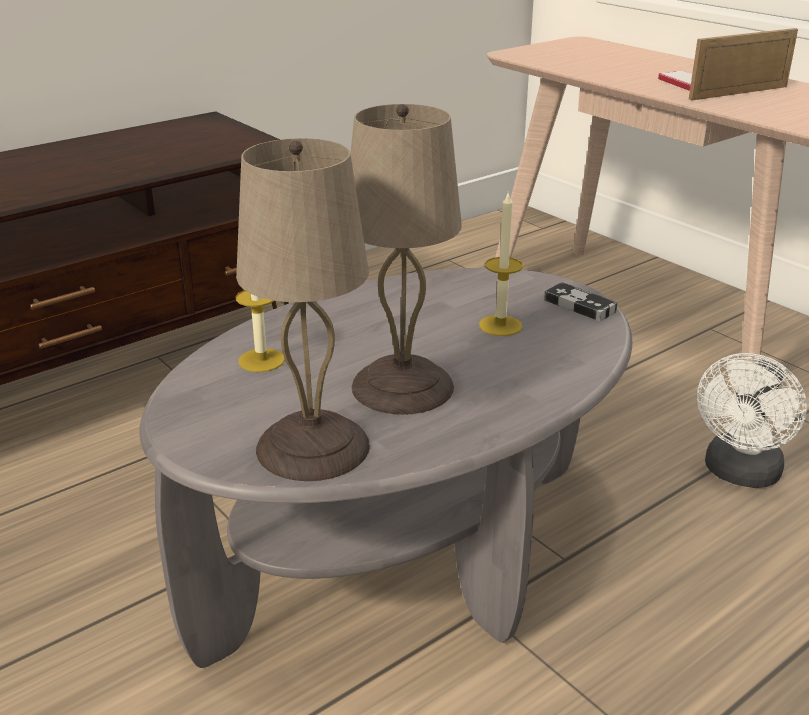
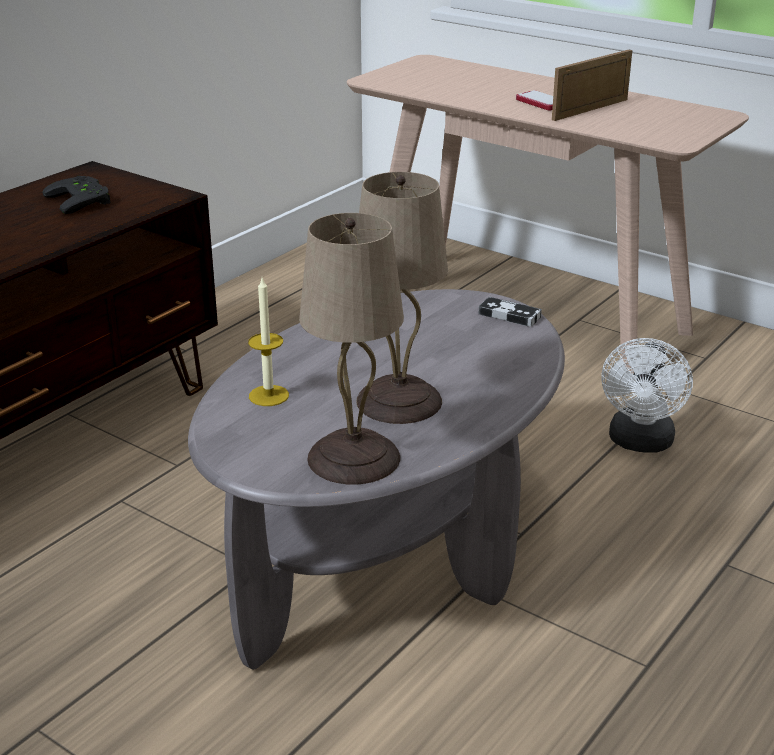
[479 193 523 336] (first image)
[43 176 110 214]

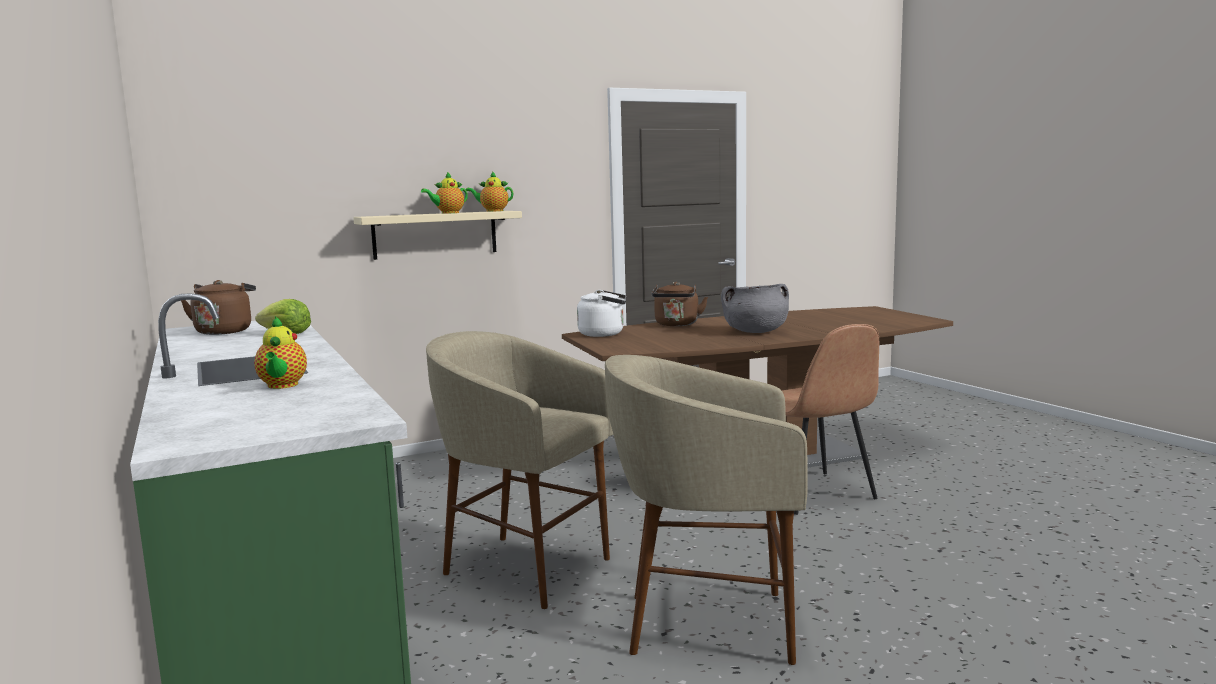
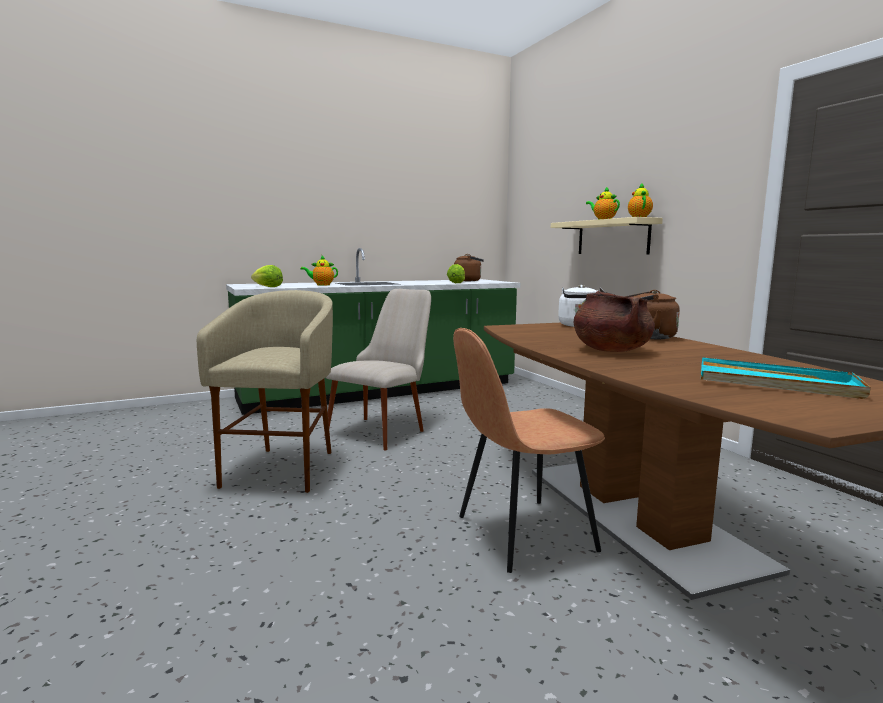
[574 291 655 352]
[324 289 431 451]
[251 265 283 287]
[701 357 871 399]

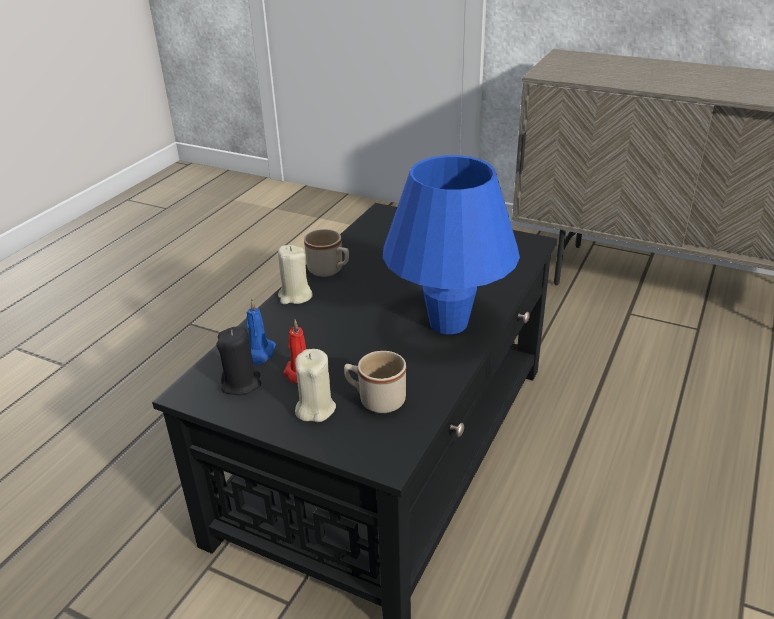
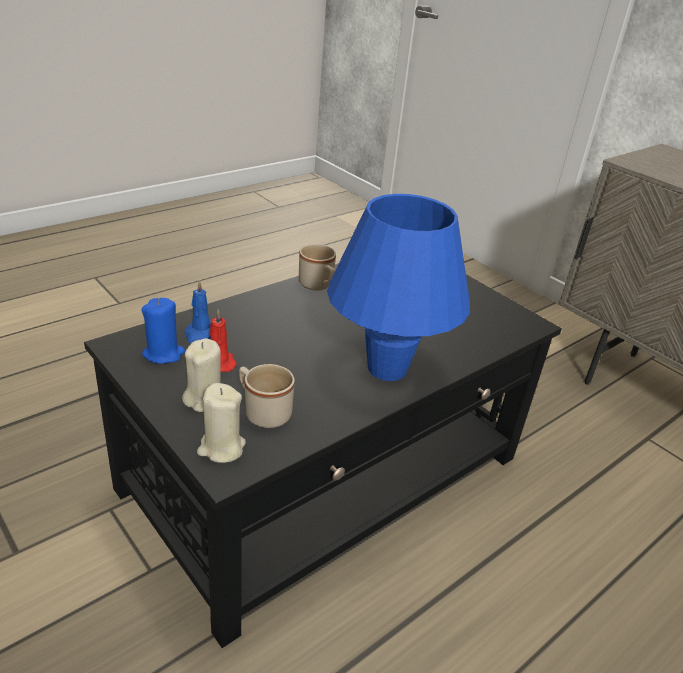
[197 383 246 463]
[142 298 185 364]

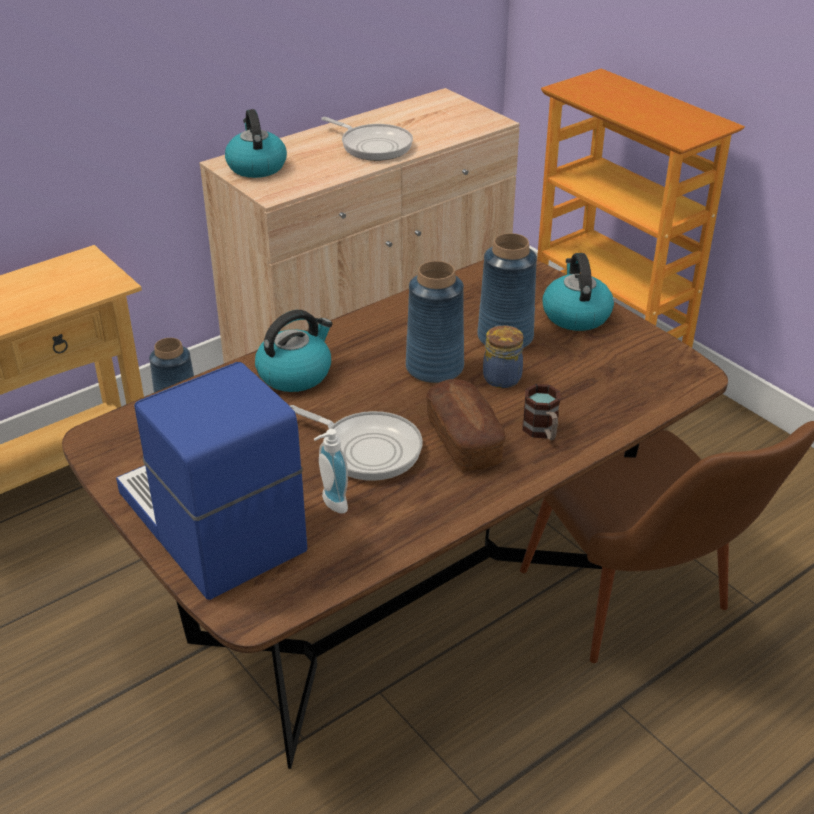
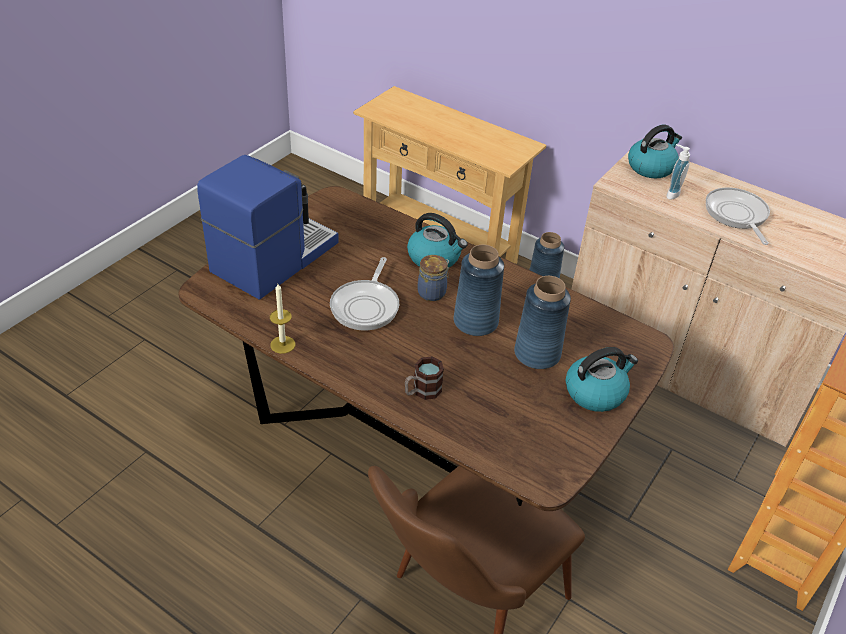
[706 188 770 245]
[418 255 450 301]
[426 379 505 471] (first image)
[666 144 690 200]
[270 284 295 354]

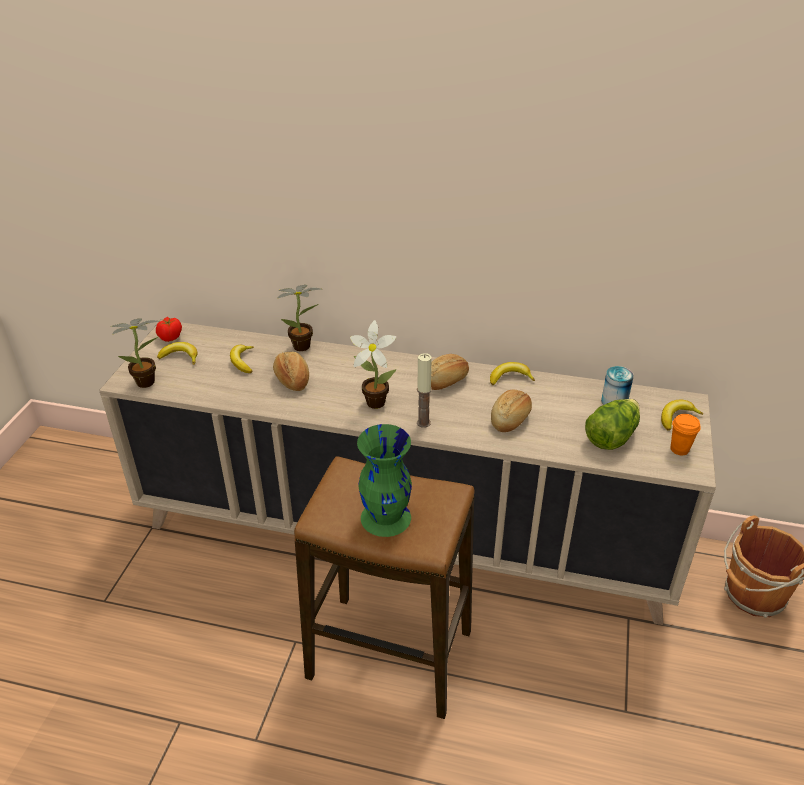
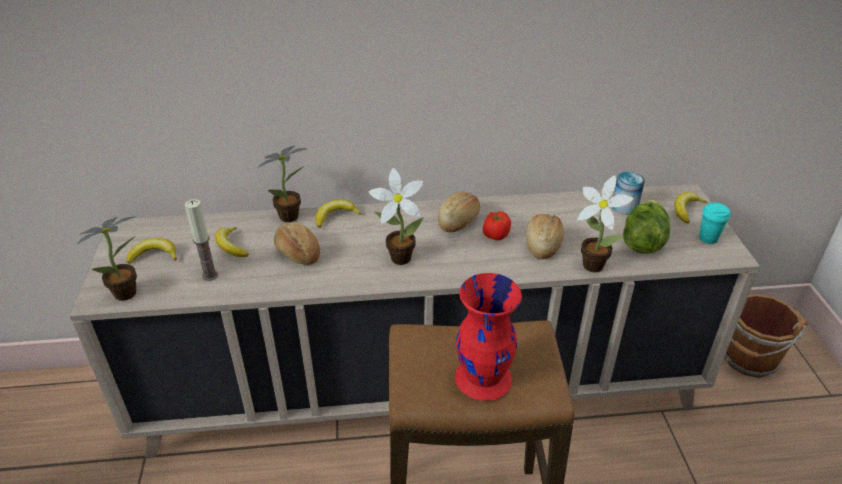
[483 211 511 241]
[185 199 218 281]
[315 200 362 228]
[699 203 730 244]
[455 273 522 401]
[577 175 634 272]

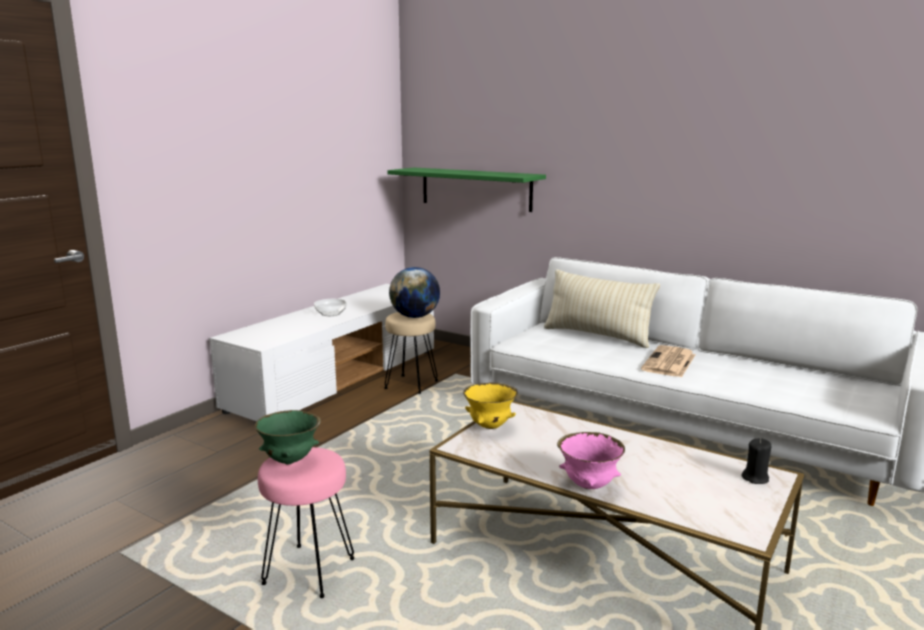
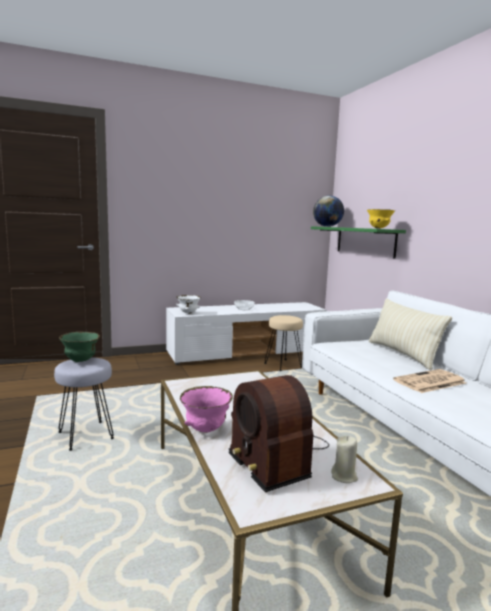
[313 196 344 227]
[367 209 395 229]
[331 436 358 483]
[54 357 114 451]
[176 295 201 314]
[228 375 329 492]

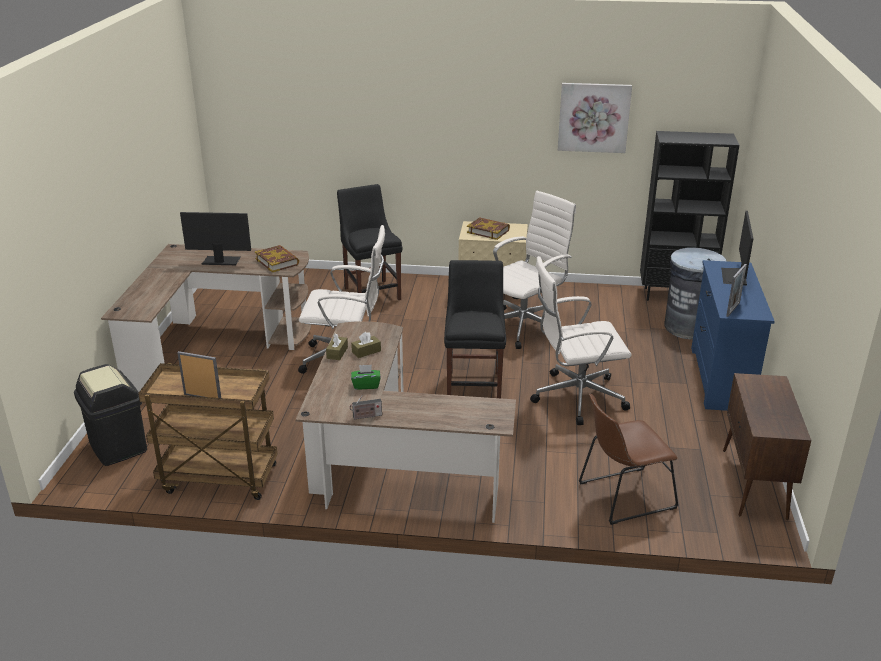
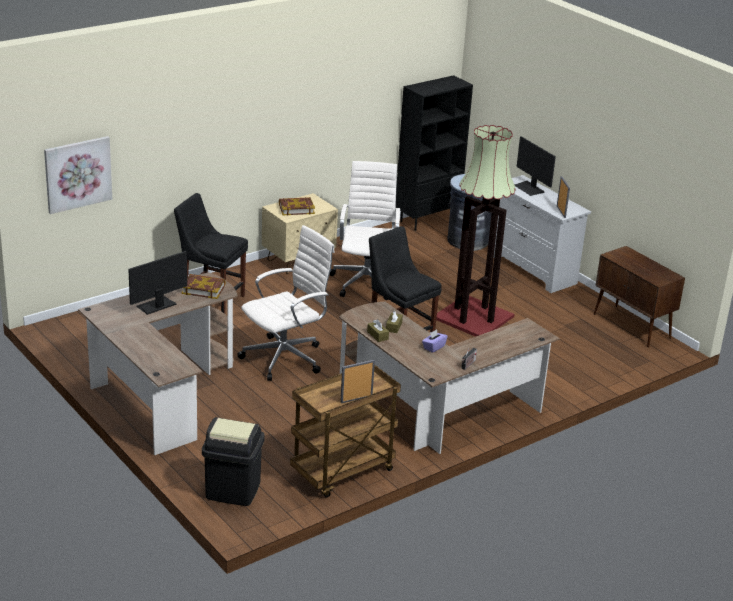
[44 136 112 214]
[436 125 516 337]
[494 175 591 293]
[422 329 448 353]
[579 393 679 525] (first image)

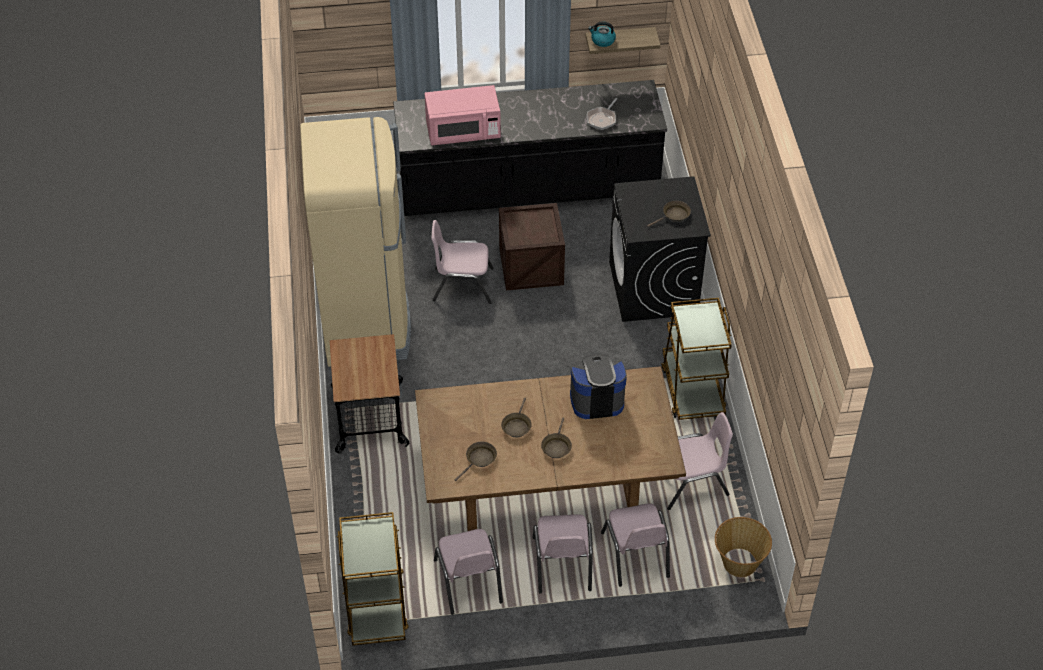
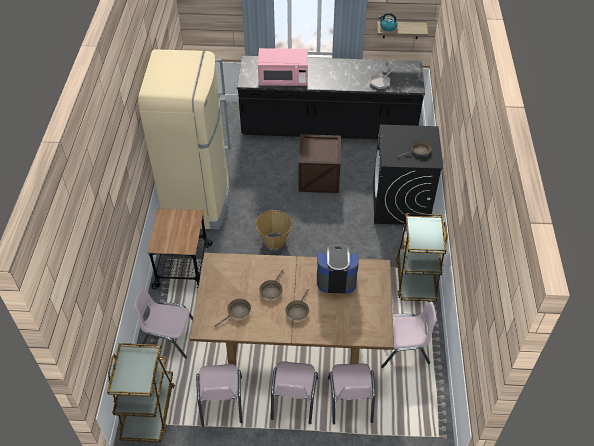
[134 288 193 359]
[255 210 292 249]

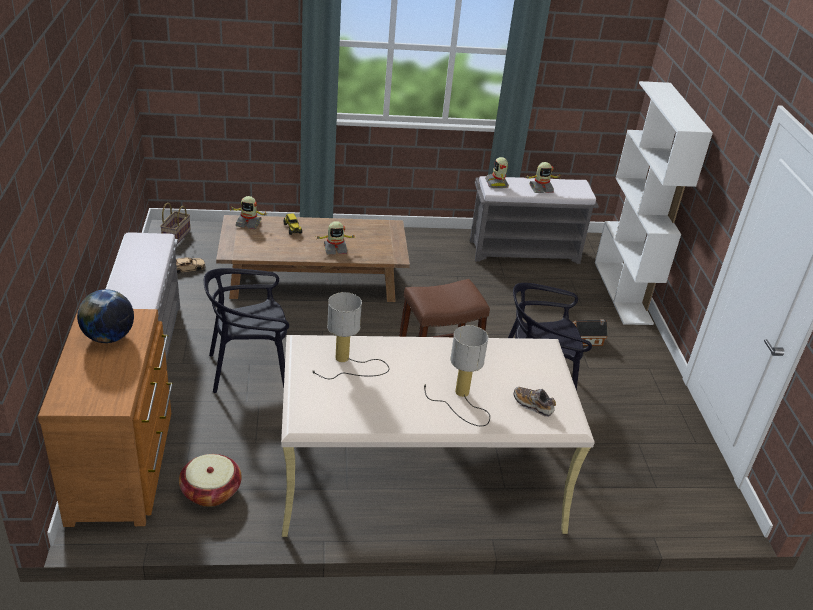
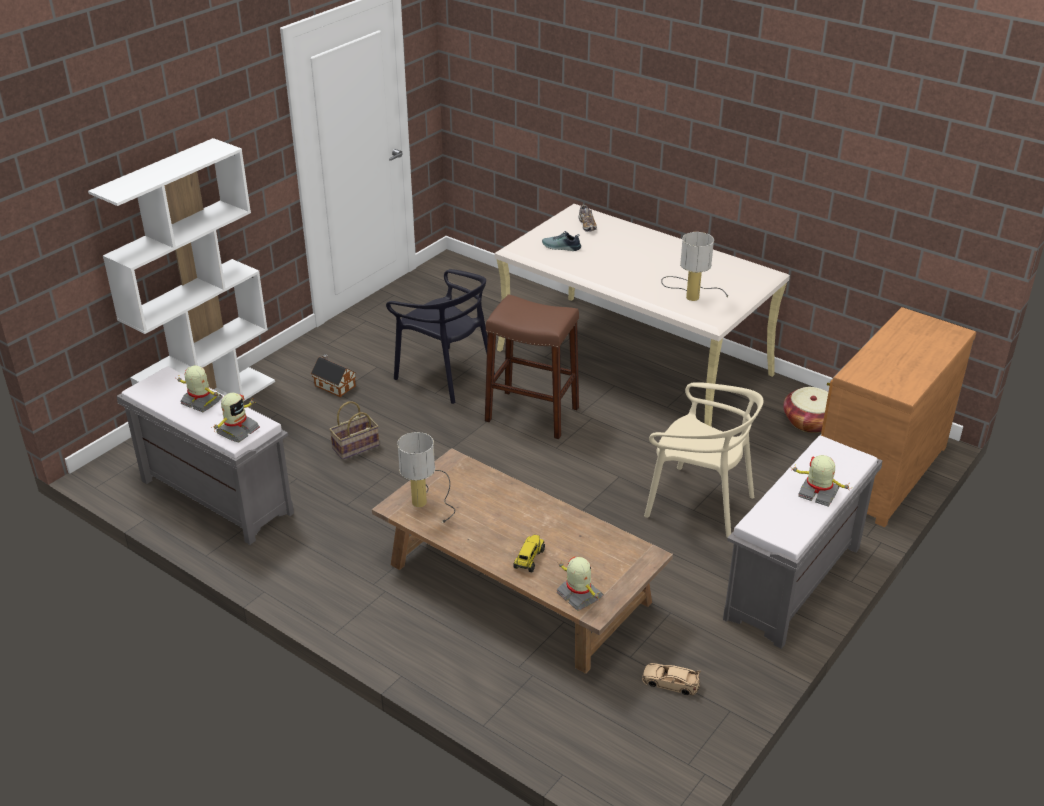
[329 401 379 459]
[791 455 851 507]
[644 382 763 538]
[77 289 134 343] (first image)
[397 432 455 523]
[542 231 581 251]

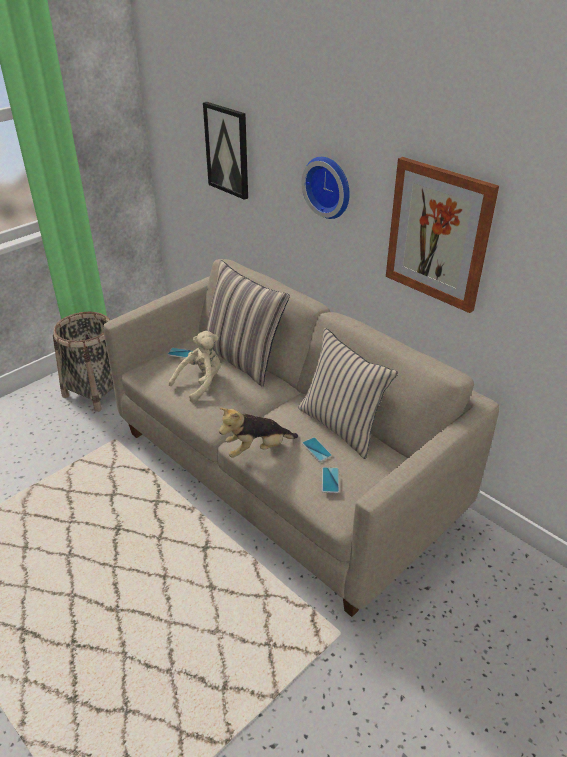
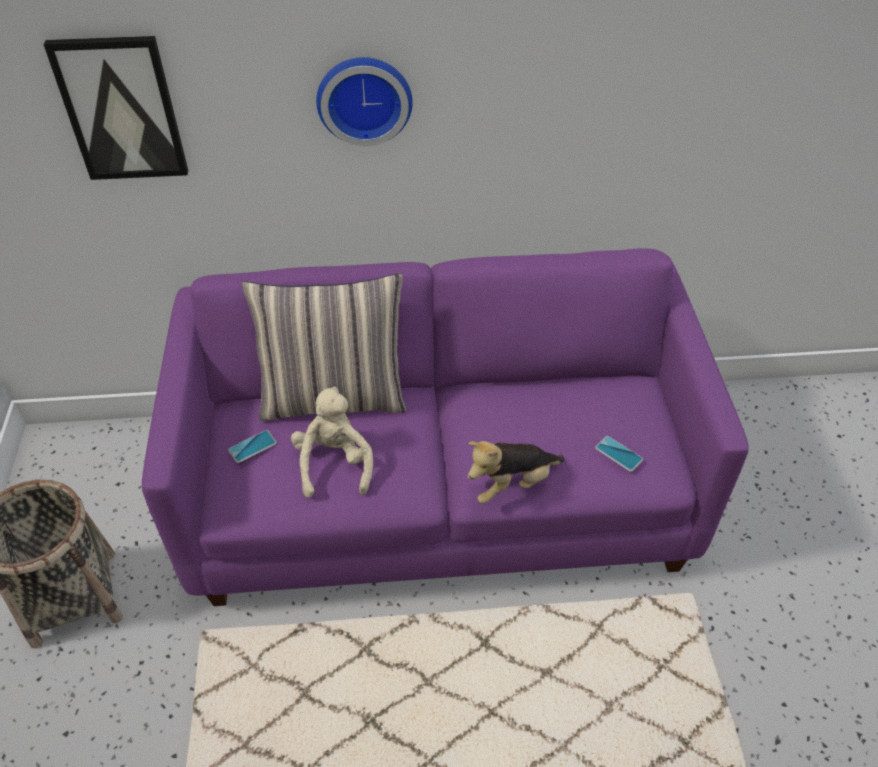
[386 157 499 313] (first image)
[142 248 749 606]
[298 328 398 459] (first image)
[468 441 564 504]
[302 437 332 462] (first image)

